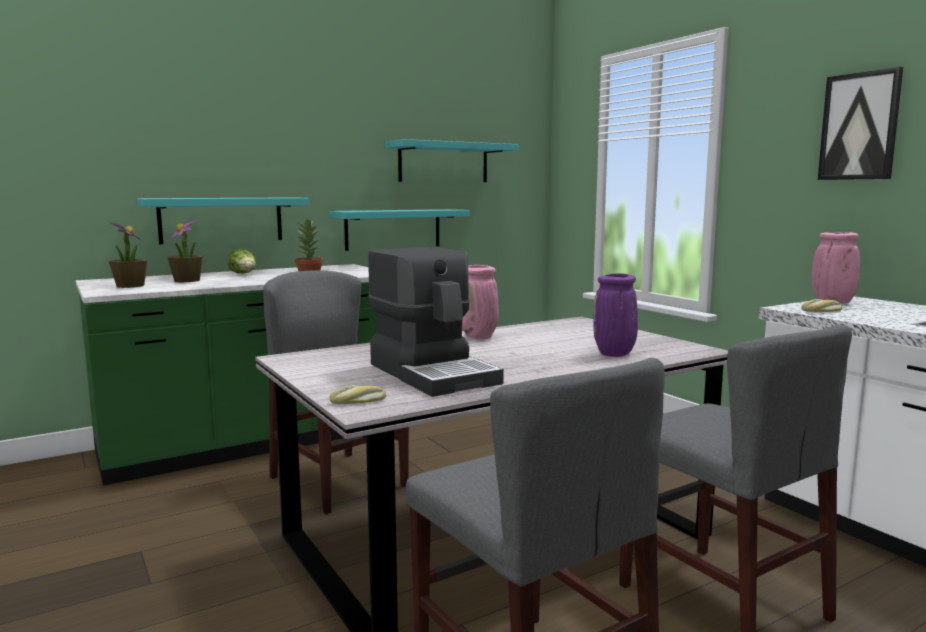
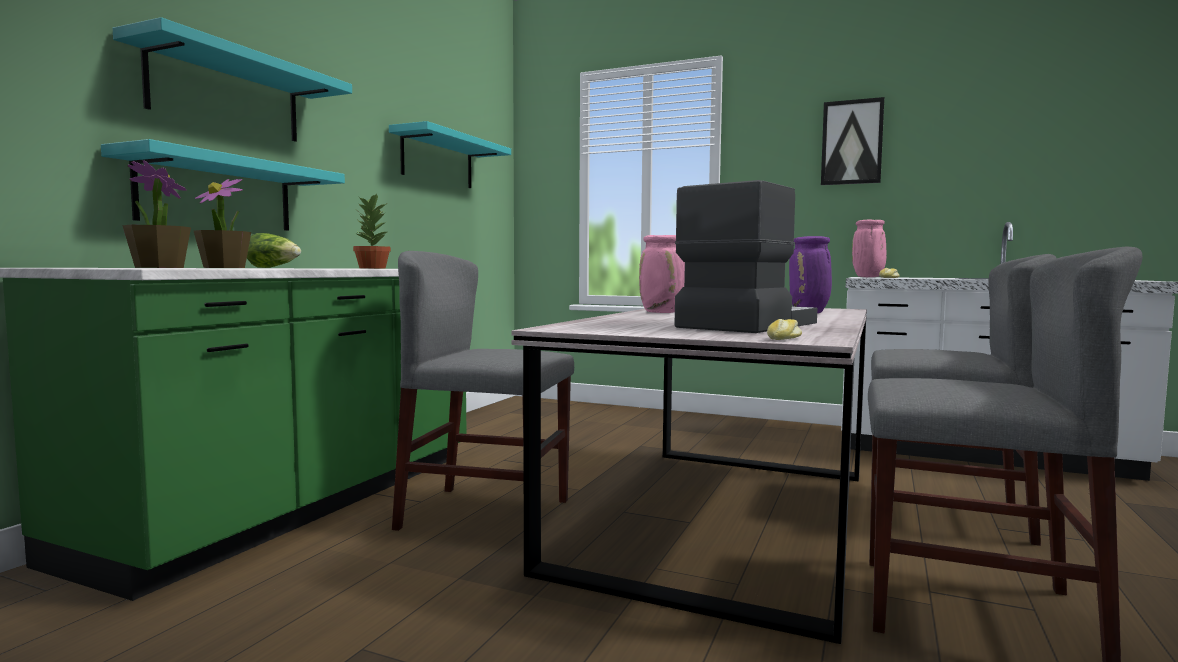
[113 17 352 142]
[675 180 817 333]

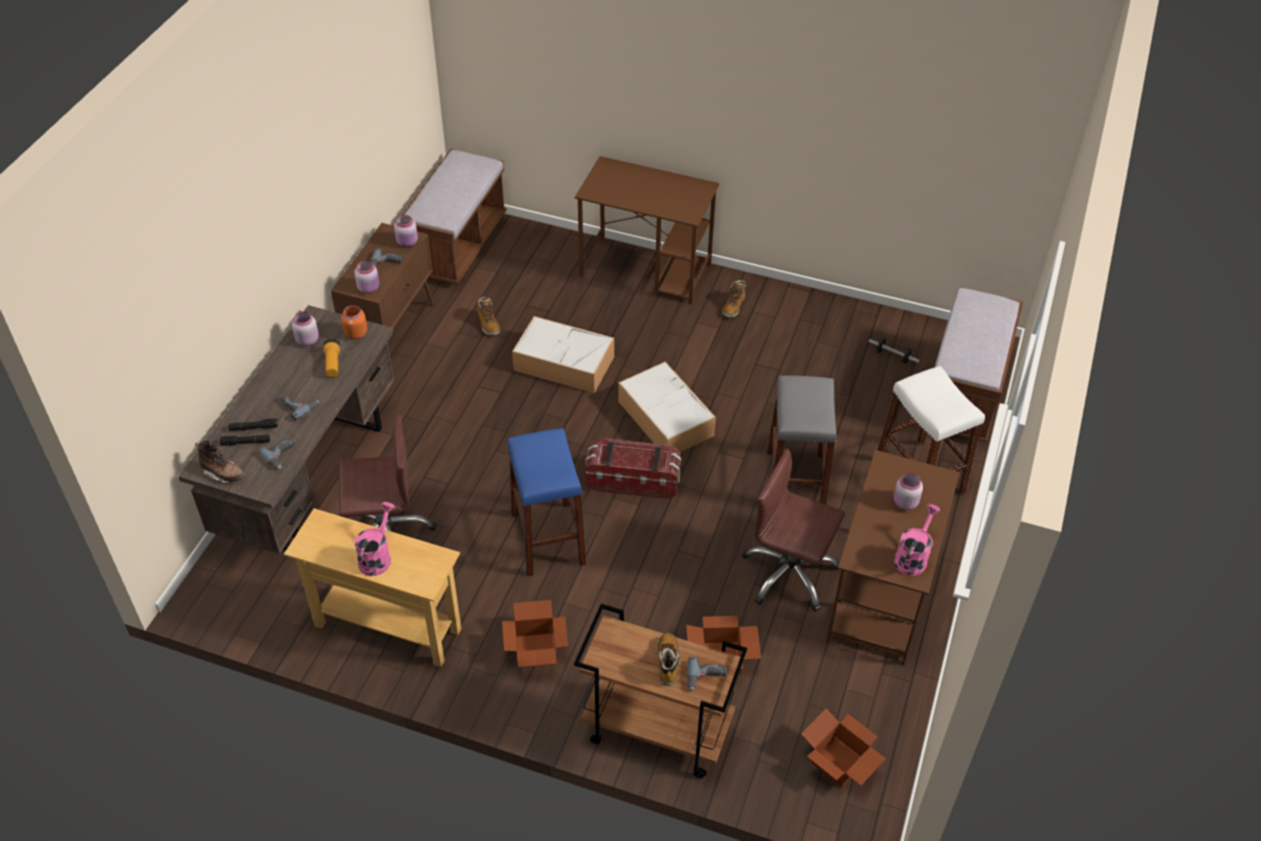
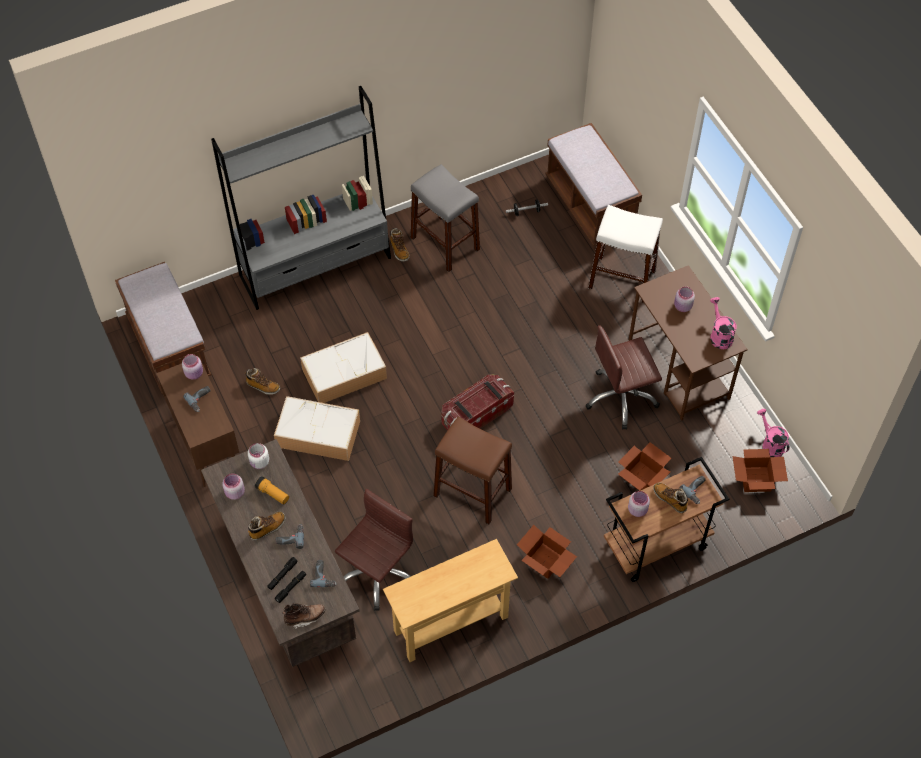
[211 86 391 310]
[628 491 650 517]
[248 443 269 469]
[274 396 360 461]
[411 164 480 272]
[434 417 512 524]
[757 409 790 457]
[248 511 285 541]

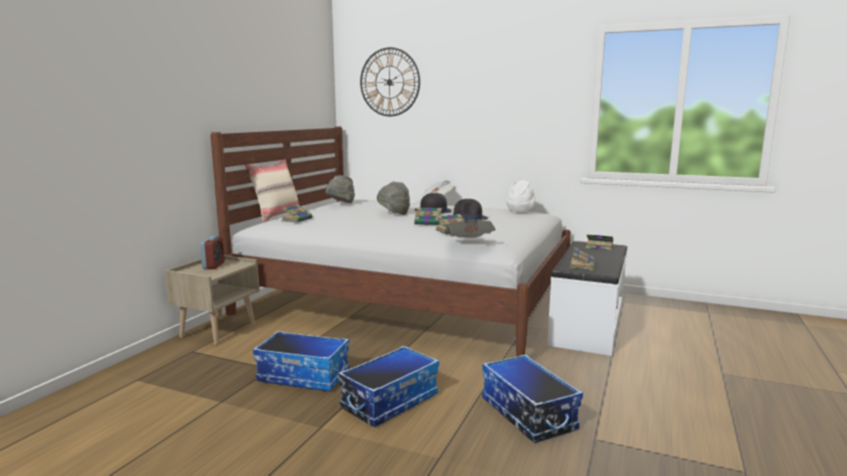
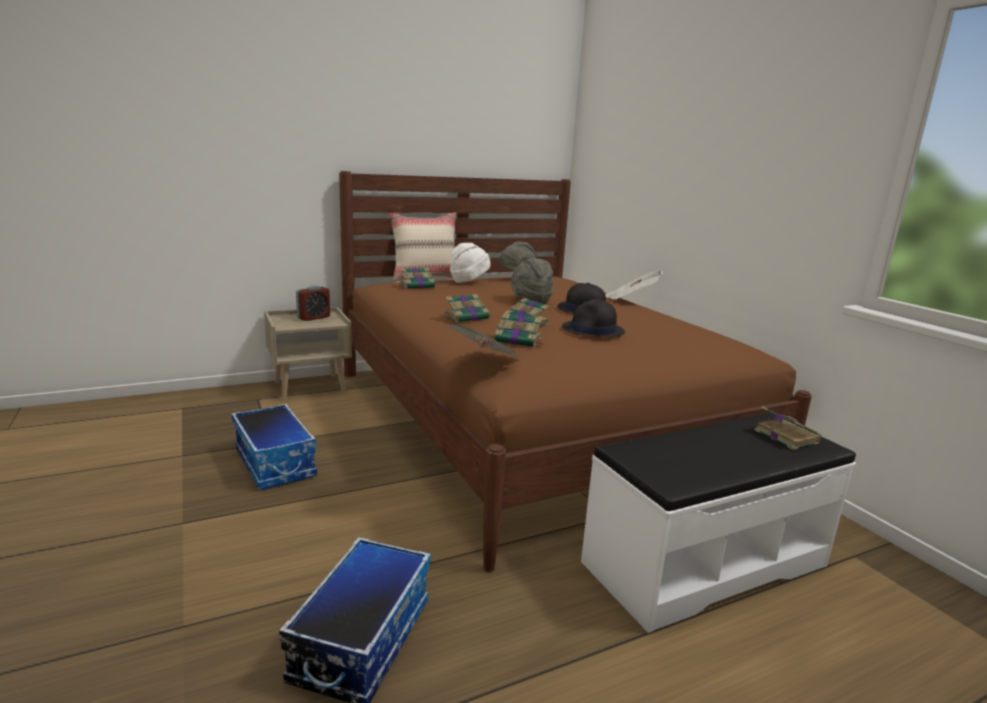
[360 47 420 116] (first image)
[339 171 812 572]
[450 243 491 283]
[444 294 492 322]
[338 346 439 427] (first image)

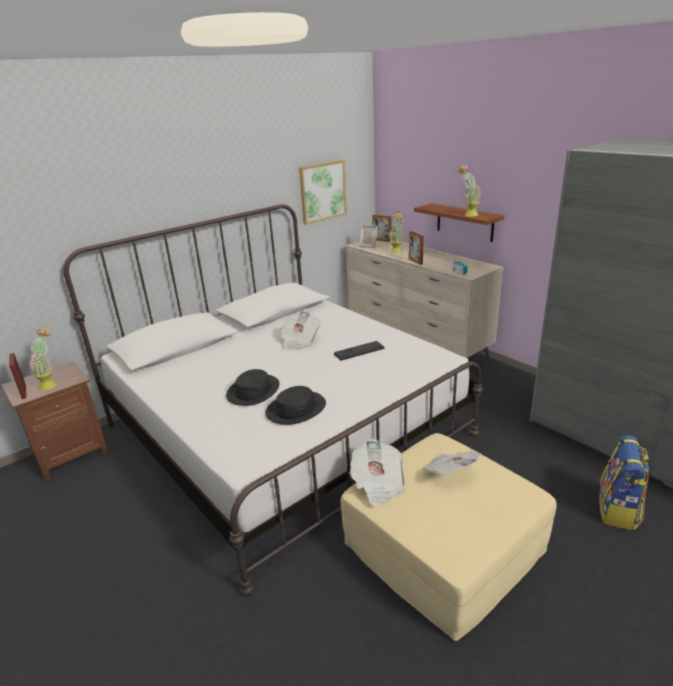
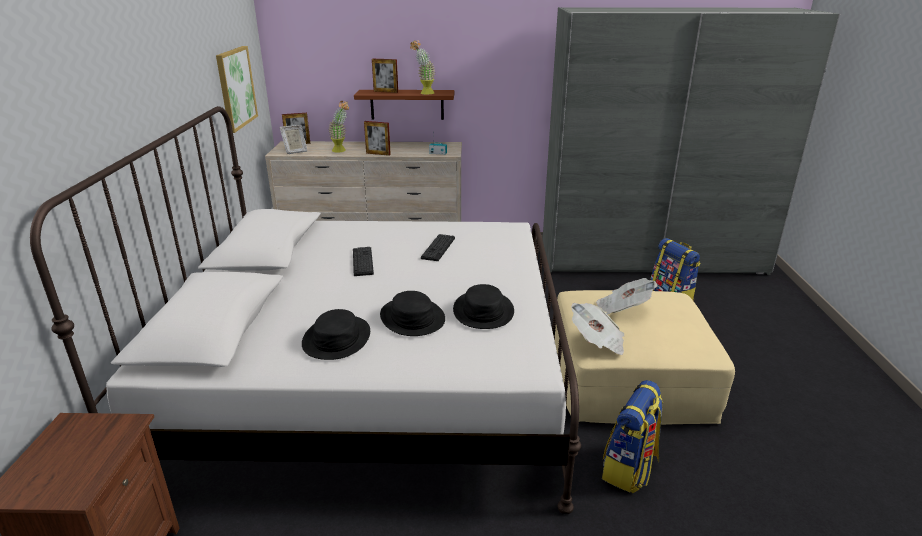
[353 247 374 276]
[28 327 56 390] (first image)
[372 59 398 93]
[302 309 370 360]
[602 380 663 494]

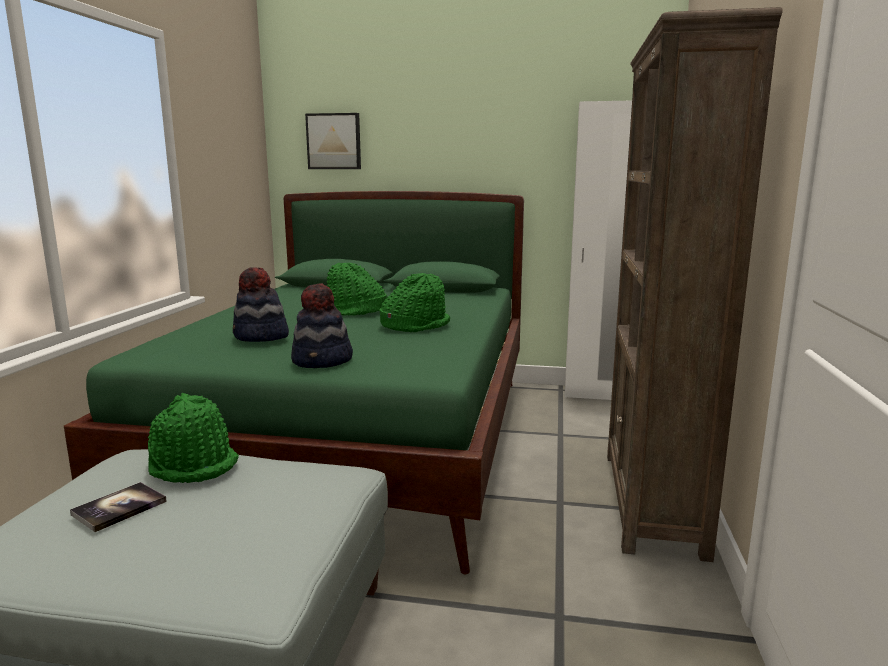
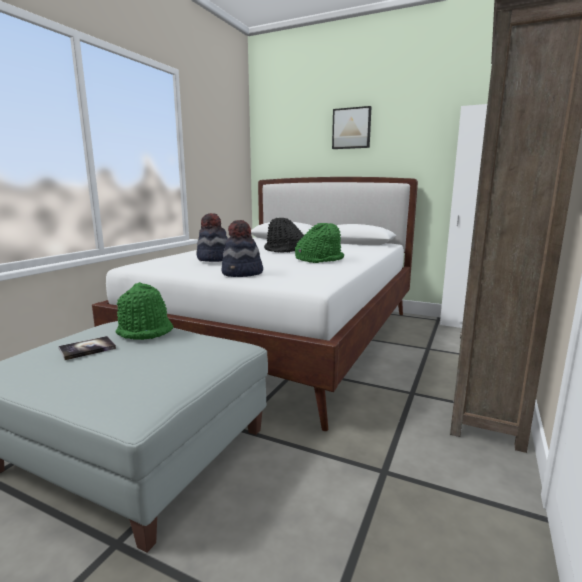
[332 106 371 149]
[92 177 418 431]
[264 218 304 253]

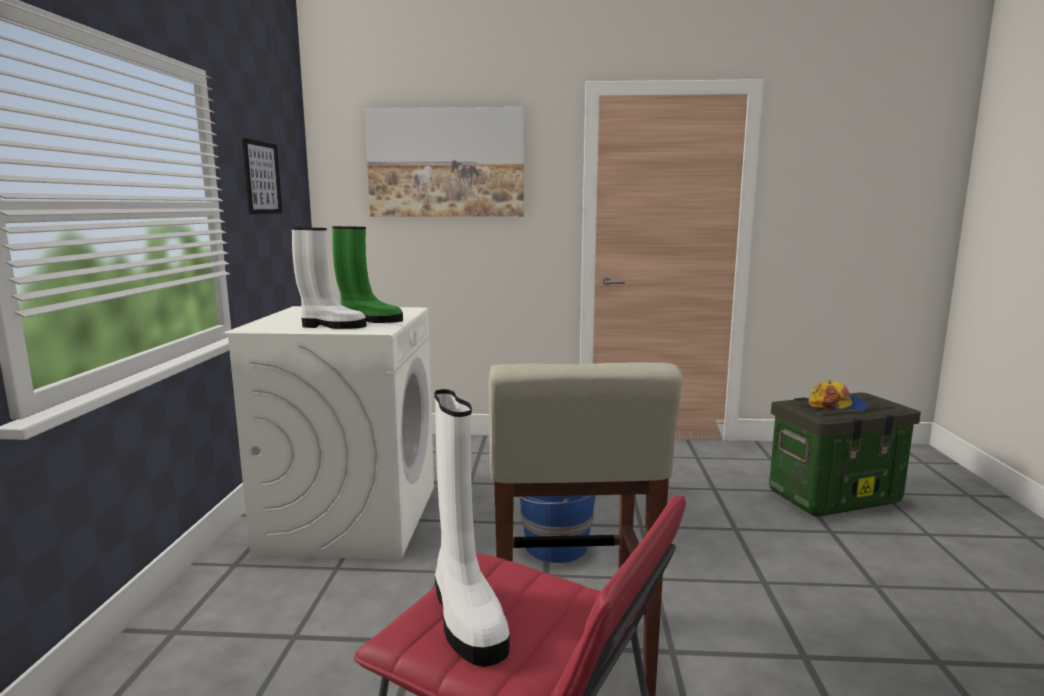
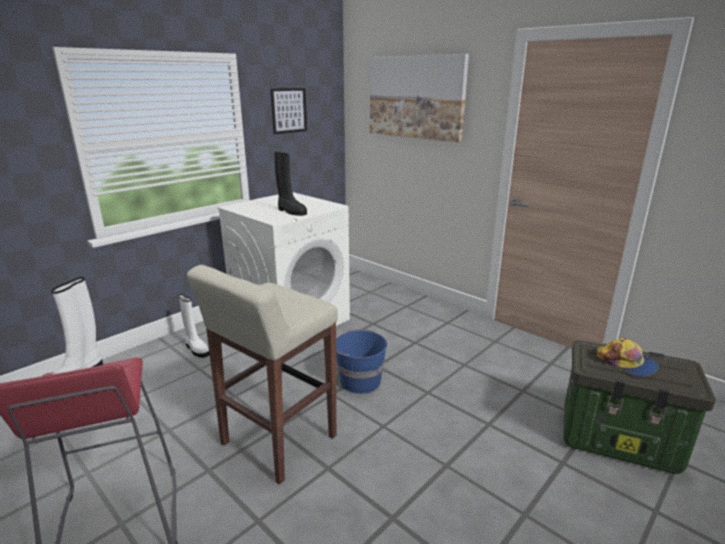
[274 152 307 216]
[179 294 210 358]

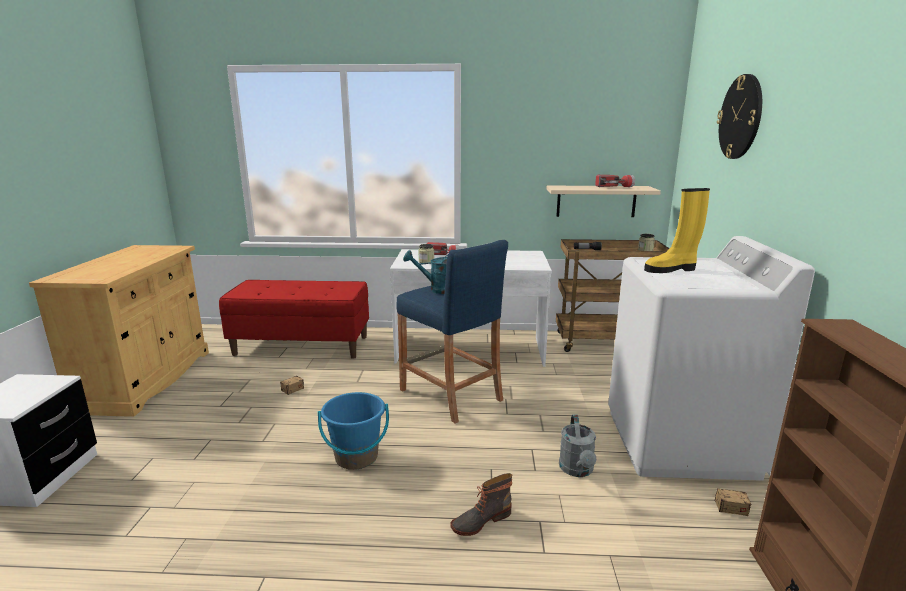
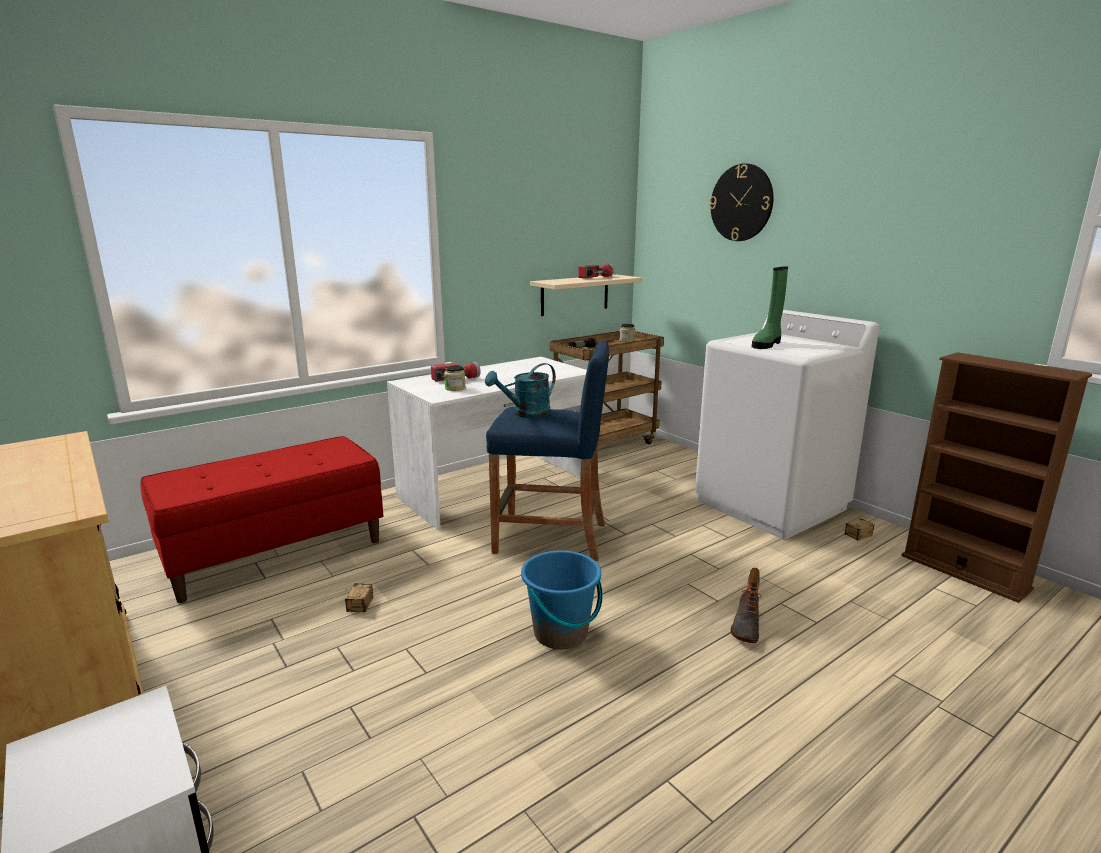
[752 267 788 349]
[559 414 596 477] (first image)

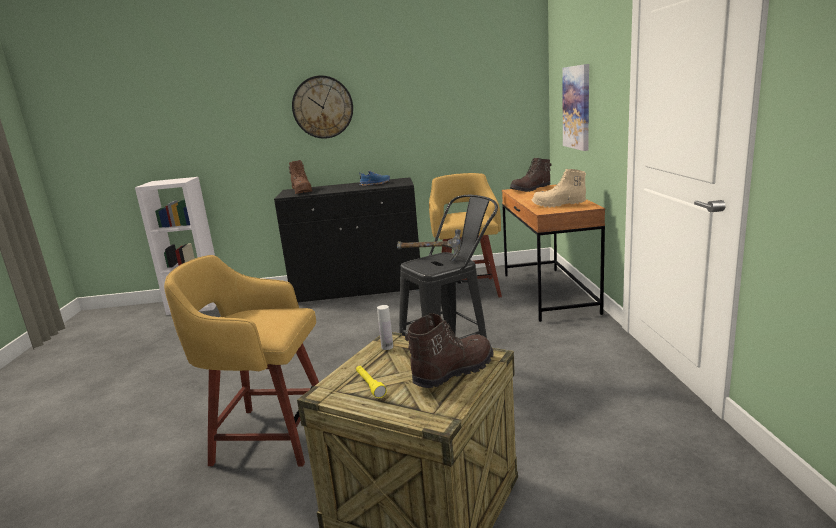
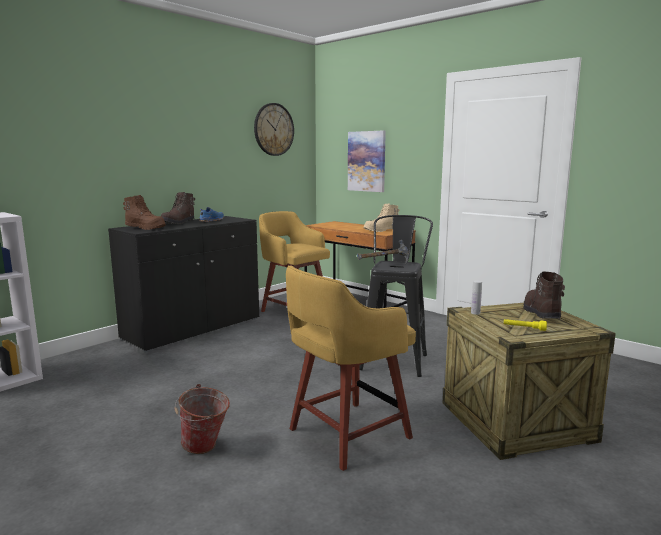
[254 103 294 156]
[161 192 195 224]
[174 384 230 454]

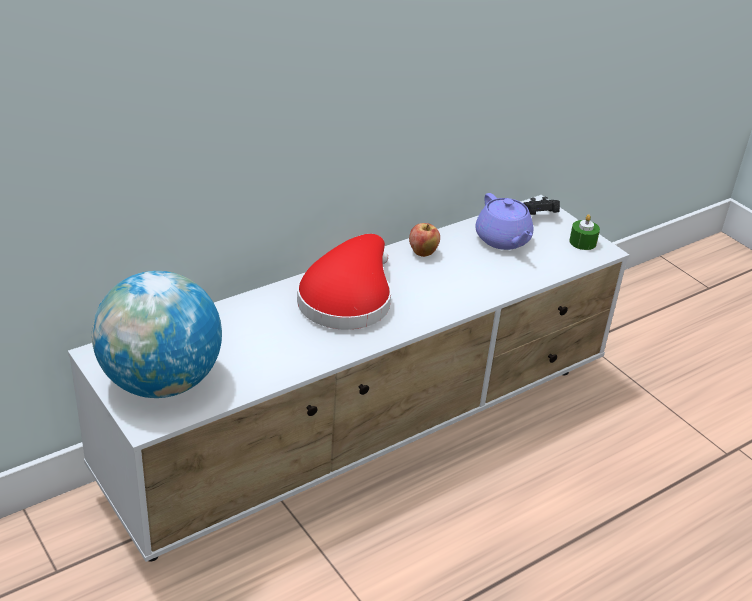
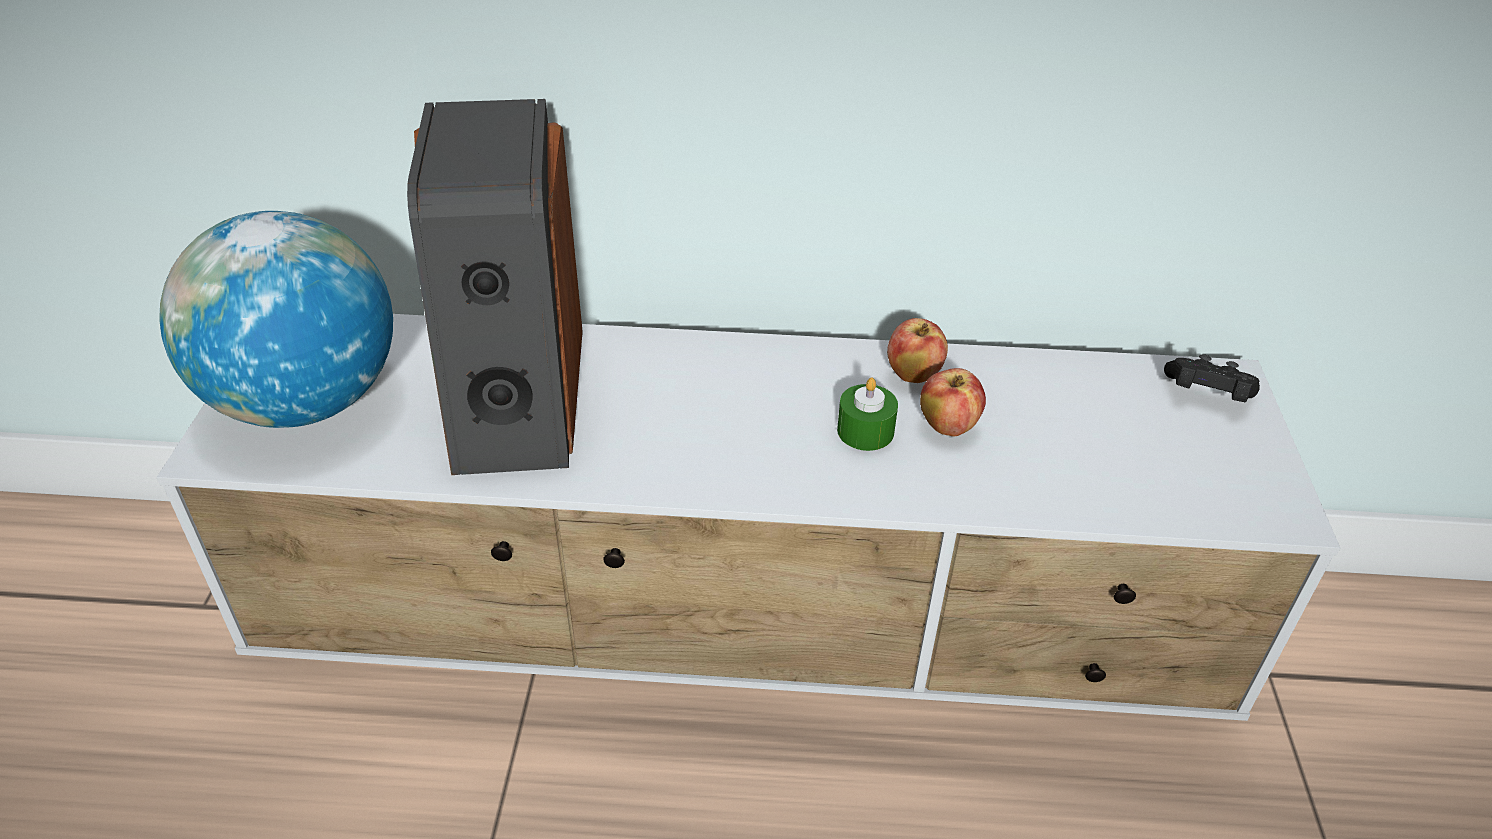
[475 193 533 250] (first image)
[837 378 898 451]
[297 234 391 330] (first image)
[407 99 583 475]
[920 368 986 436]

